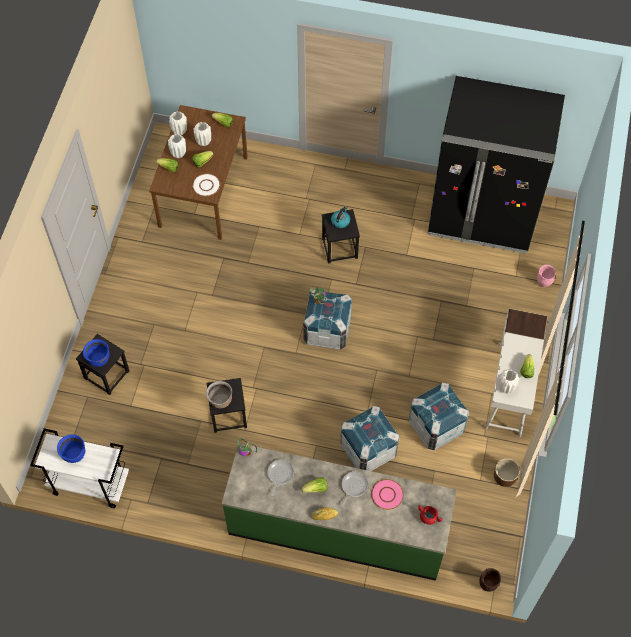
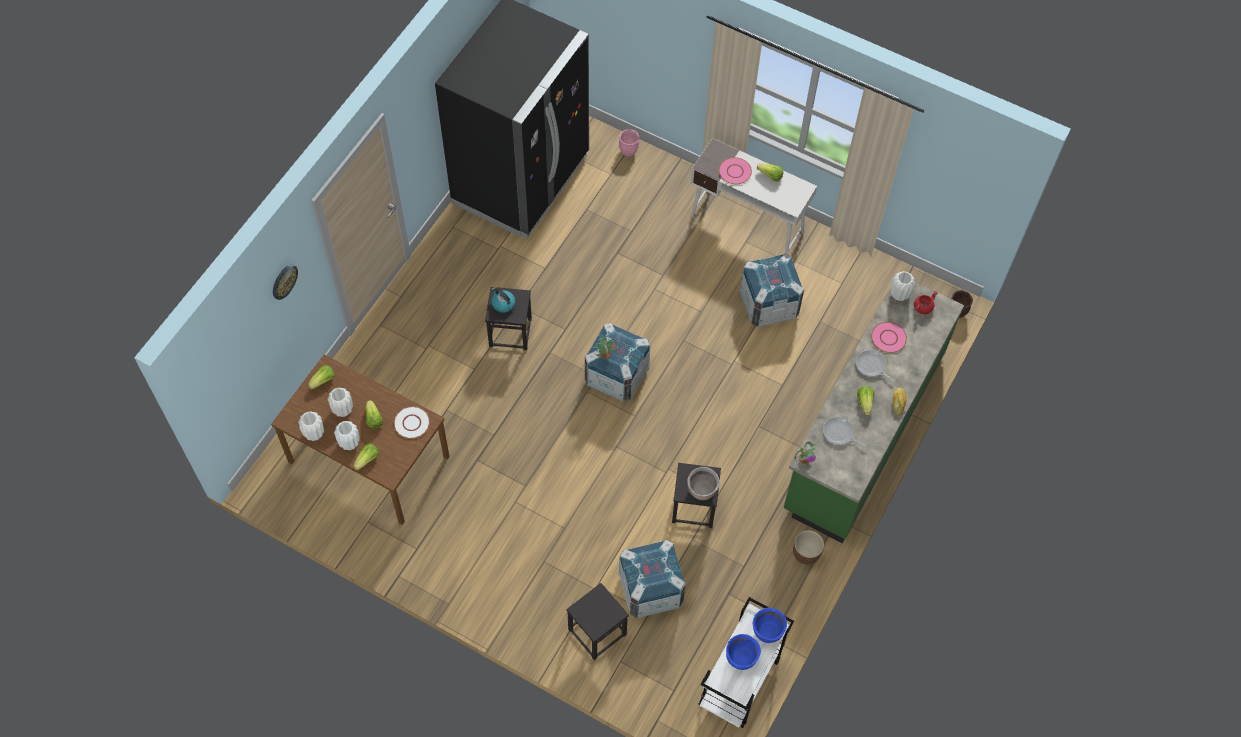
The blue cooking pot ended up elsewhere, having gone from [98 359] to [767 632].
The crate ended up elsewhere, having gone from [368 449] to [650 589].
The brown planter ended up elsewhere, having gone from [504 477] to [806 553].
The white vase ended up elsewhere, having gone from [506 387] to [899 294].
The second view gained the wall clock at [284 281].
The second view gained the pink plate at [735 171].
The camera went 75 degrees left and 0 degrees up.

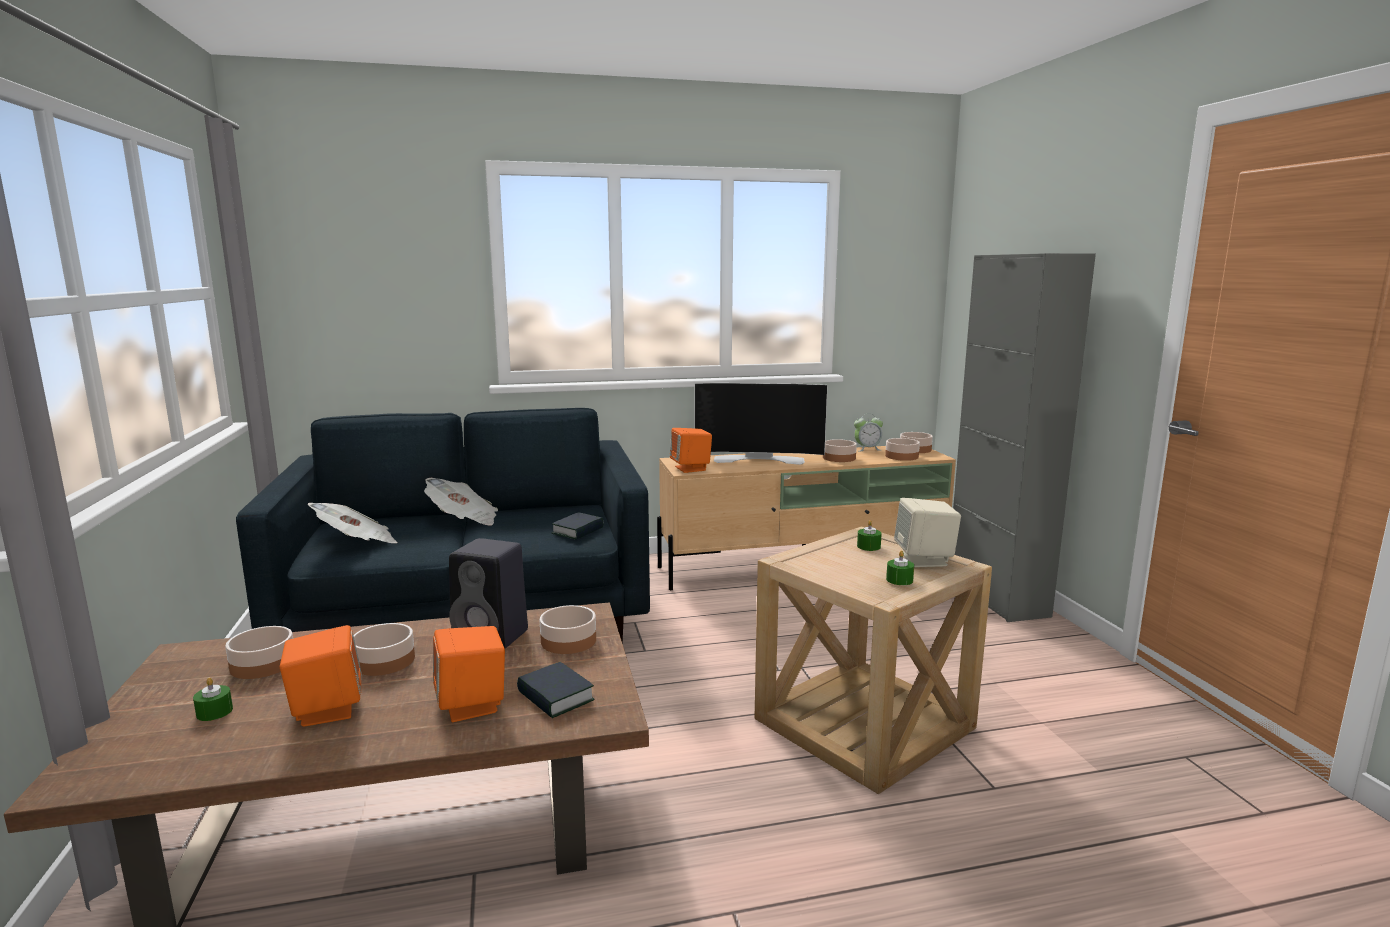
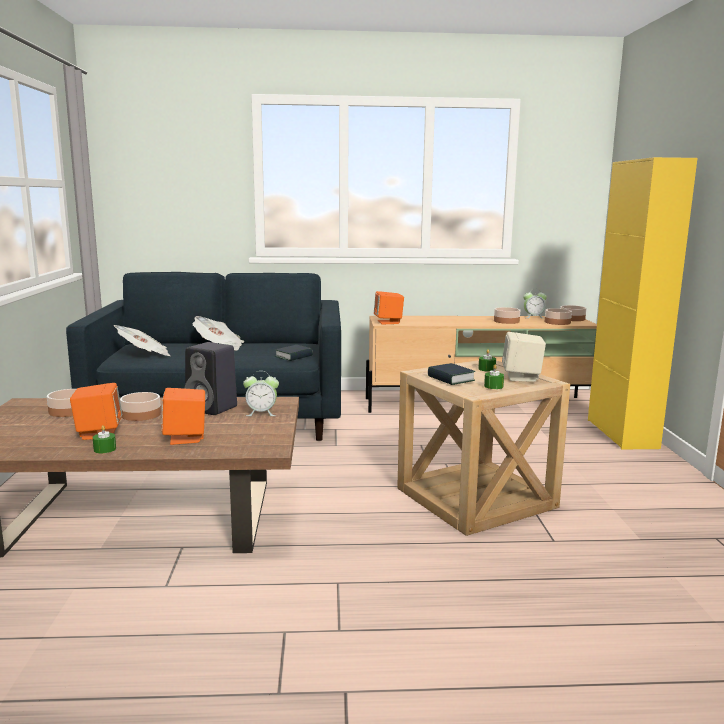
The green candle ended up elsewhere, having gone from [214 712] to [105 449].
The book ended up elsewhere, having gone from [555 697] to [450 379].
Where the bowl stood at [569 641], the alarm clock came to stand at [261 413].
The second view lost the television at [759 458].
What was the grey cabinet at [996 597] turned into the yellow cabinet at [622 433].
The camera went 10 degrees right and 0 degrees up.

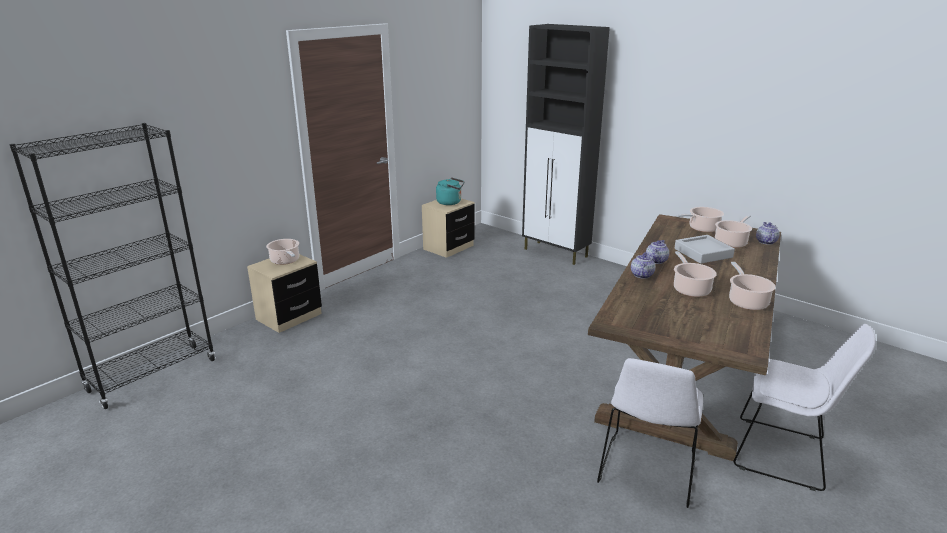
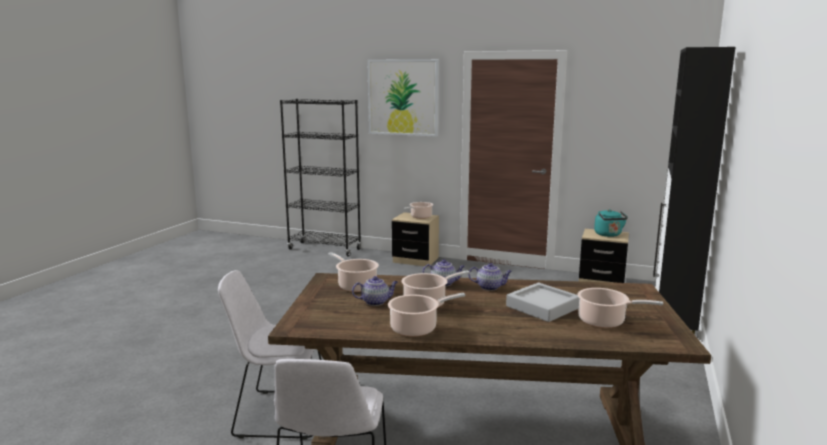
The cooking pot ended up elsewhere, having gone from [702 228] to [355 286].
The teapot ended up elsewhere, having gone from [765 241] to [376 302].
The second view gained the picture at [403 97].
The camera went 70 degrees right and 10 degrees down.

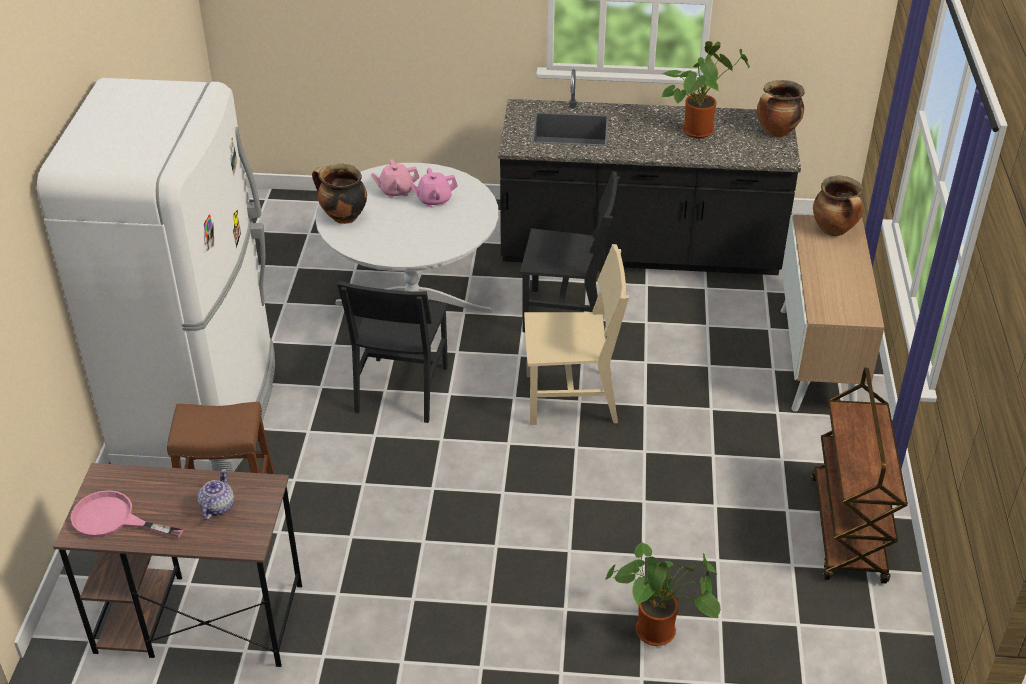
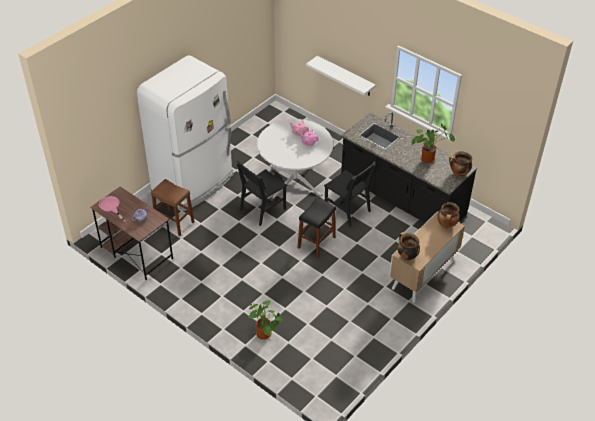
The cooking pot ended up elsewhere, having gone from [343 217] to [406 256].
Where the beige chair stood at [571 398], the black stool came to stand at [316 242].
The second view lost the brown cart at [848 530].
The second view gained the white shelf at [345 76].
The camera went 35 degrees right and 5 degrees up.

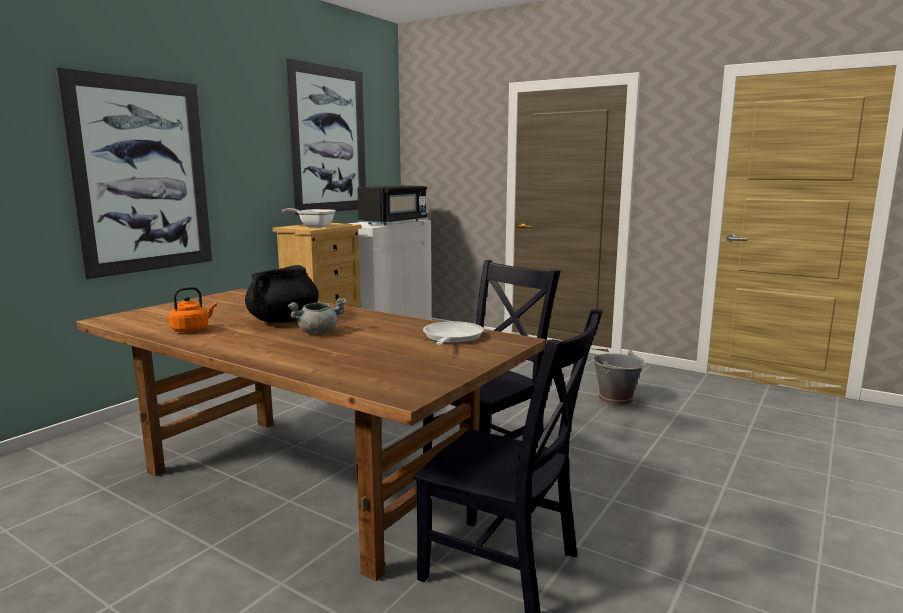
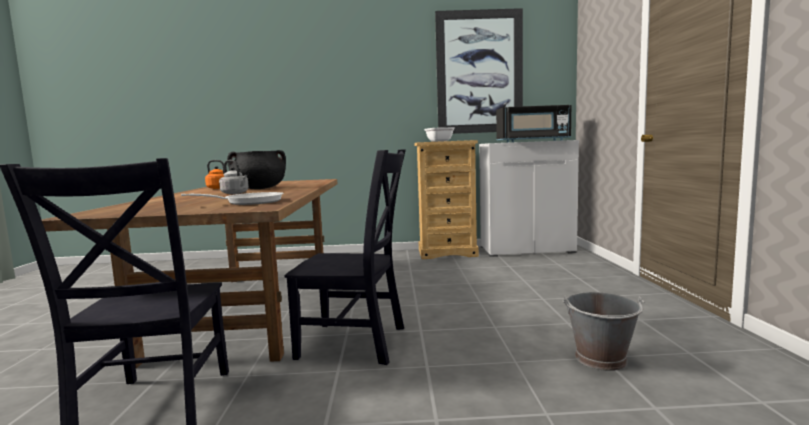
The second view lost the picture at [142 176].
Where the grey cooking pot stood at [318 332], the grey kettle came to stand at [236 193].
The camera went 55 degrees right and 5 degrees down.

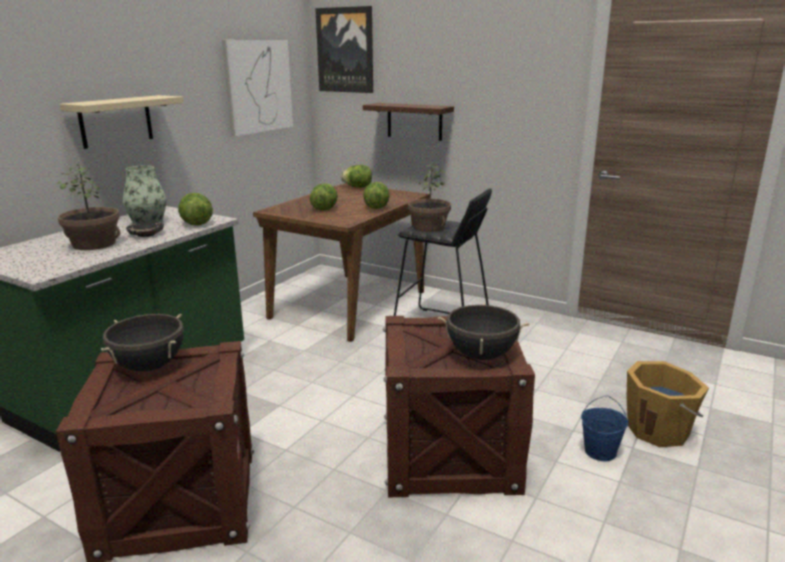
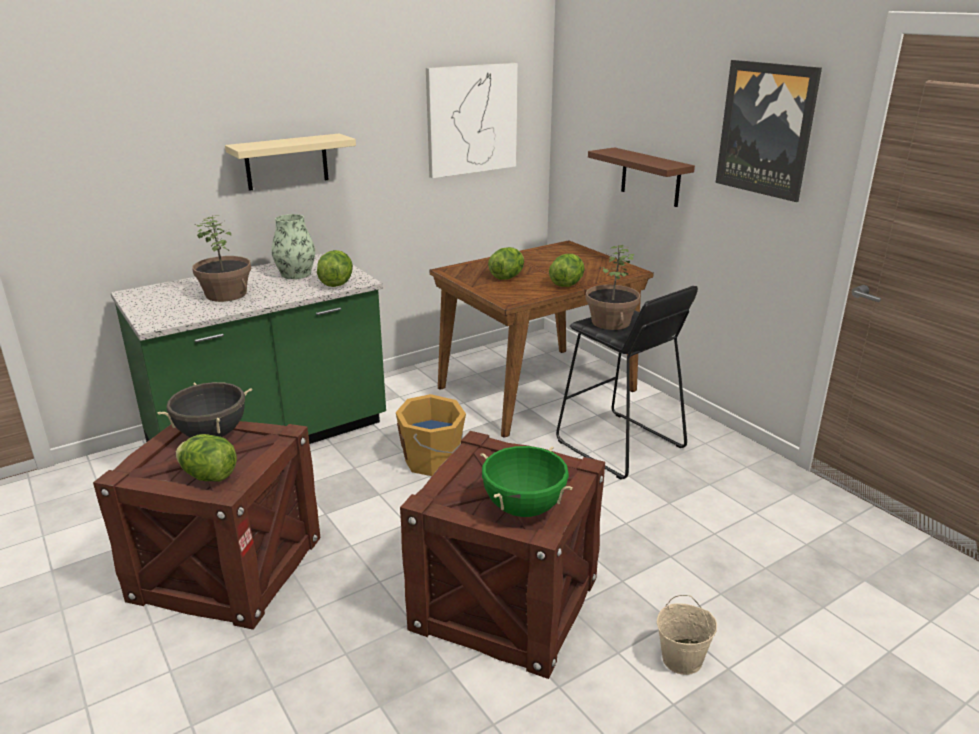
The second view lost the black plate at [146 234].
The picture ended up elsewhere, having gone from [345 50] to [766 129].
The lettuce ended up elsewhere, having gone from [358 187] to [209 476].
What was the black cooking pot at [481 355] turned into the green cooking pot at [524 508].
What was the blue bucket at [600 451] turned into the beige bucket at [682 659].
The orange bucket ended up elsewhere, having gone from [659 430] to [433 461].
The camera went 25 degrees right and 5 degrees up.

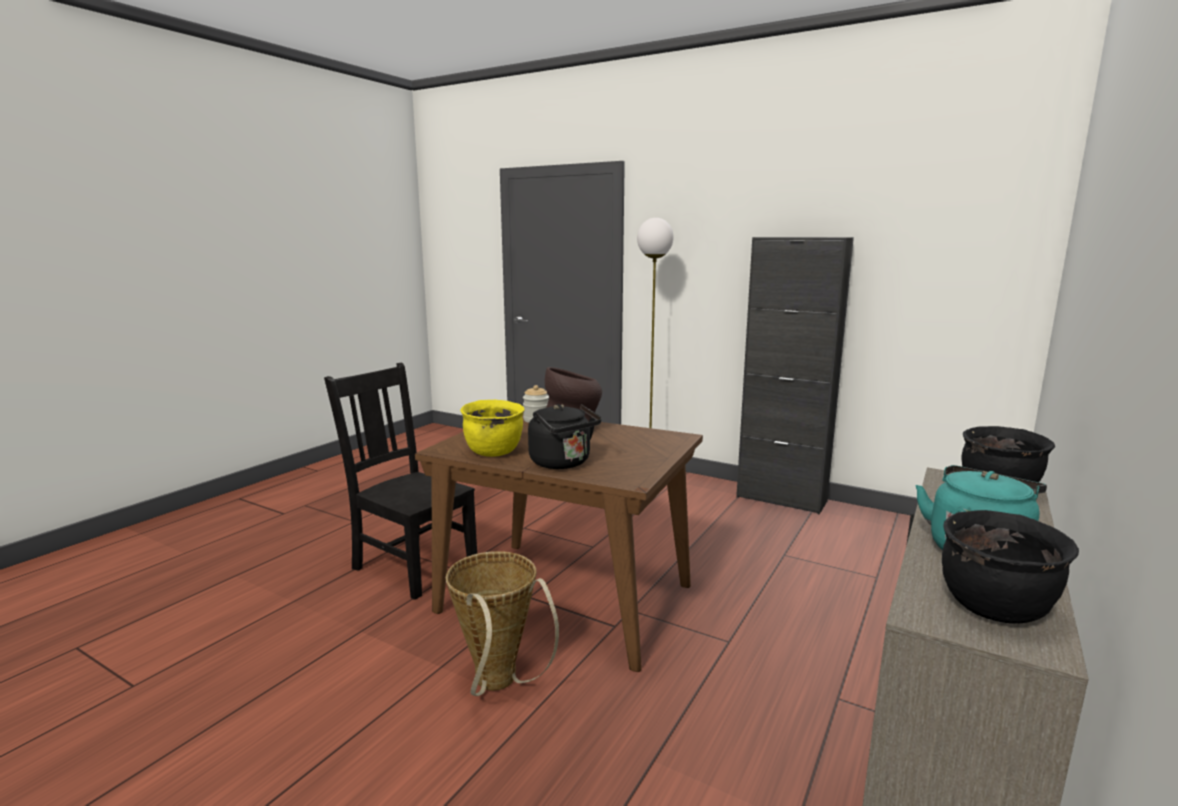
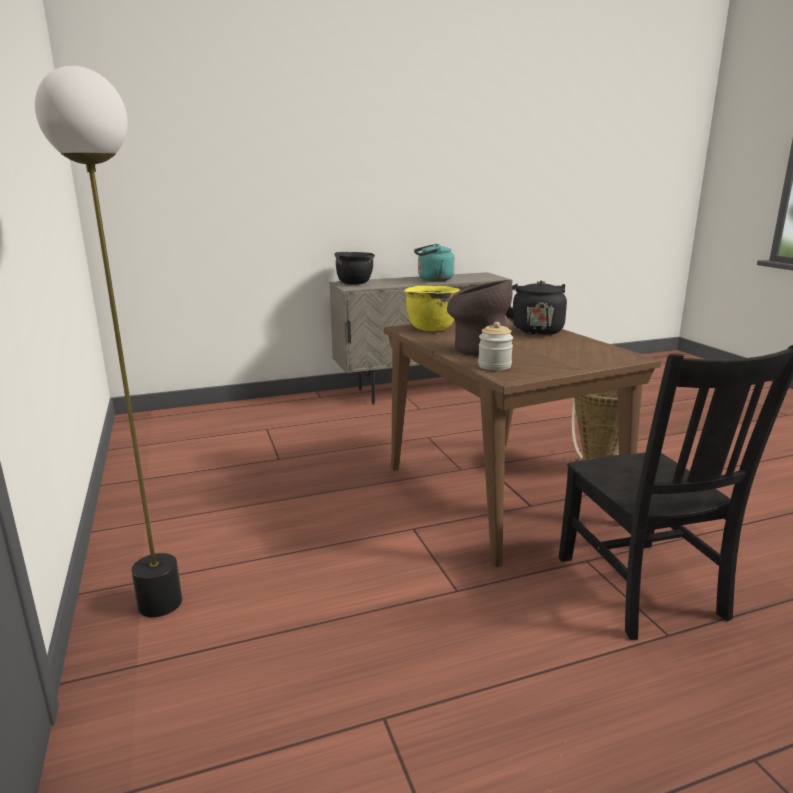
The yellow cooking pot ended up elsewhere, having gone from [494 452] to [431 328].
The second view lost the black cabinet at [781 499].
The second view lost the black cooking pot at [995 609].
The camera went 140 degrees left and 5 degrees up.

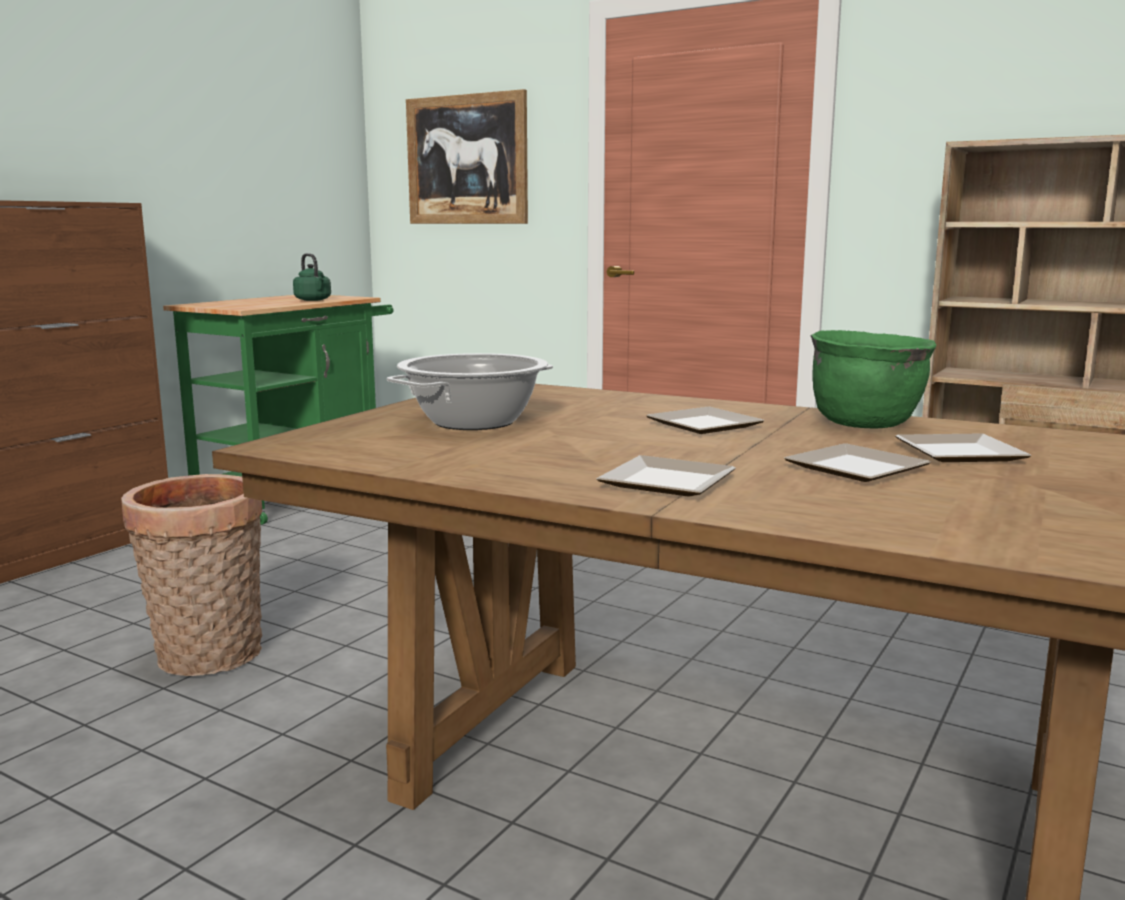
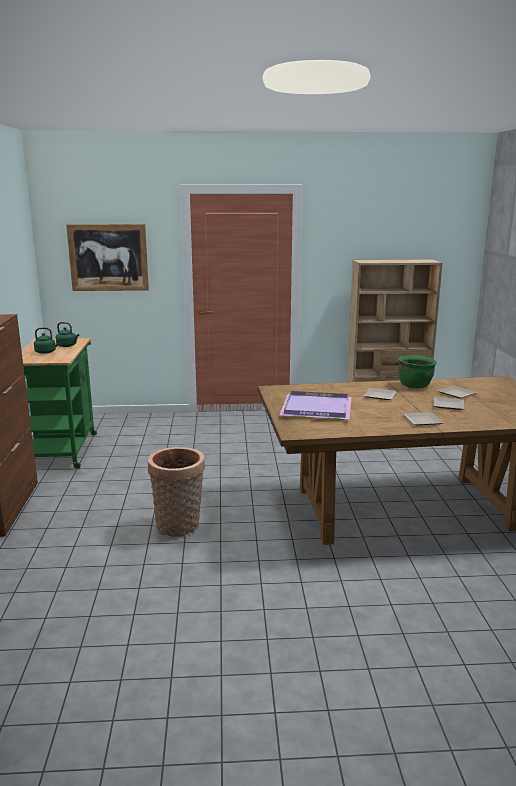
Where the cooking pot stood at [474 422], the purple tray came to stand at [318 409].
The second view gained the green kettle at [47 352].
The camera went 35 degrees left and 5 degrees up.

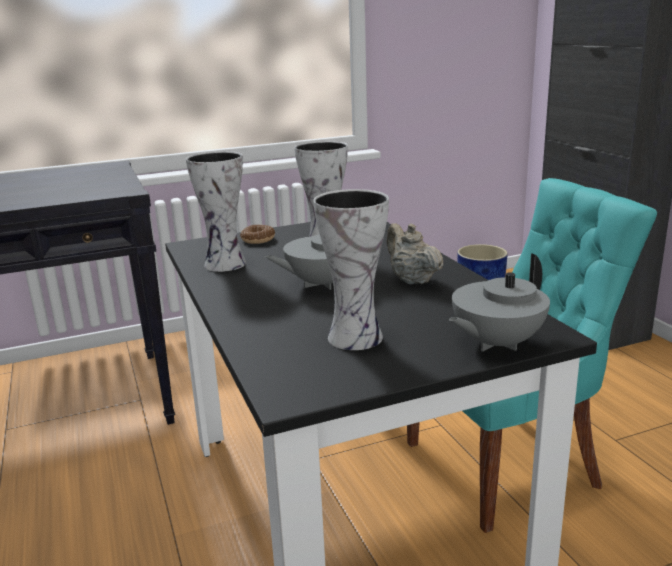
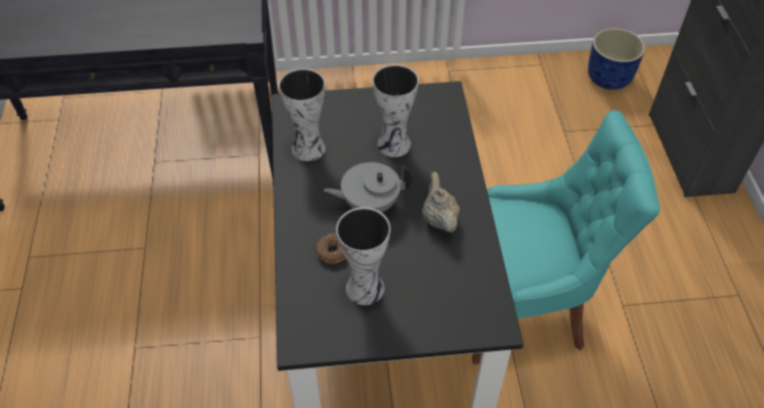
The donut ended up elsewhere, having gone from [258 240] to [333 251].
The second view lost the grey teapot at [495 343].
The camera went 15 degrees right and 30 degrees up.

